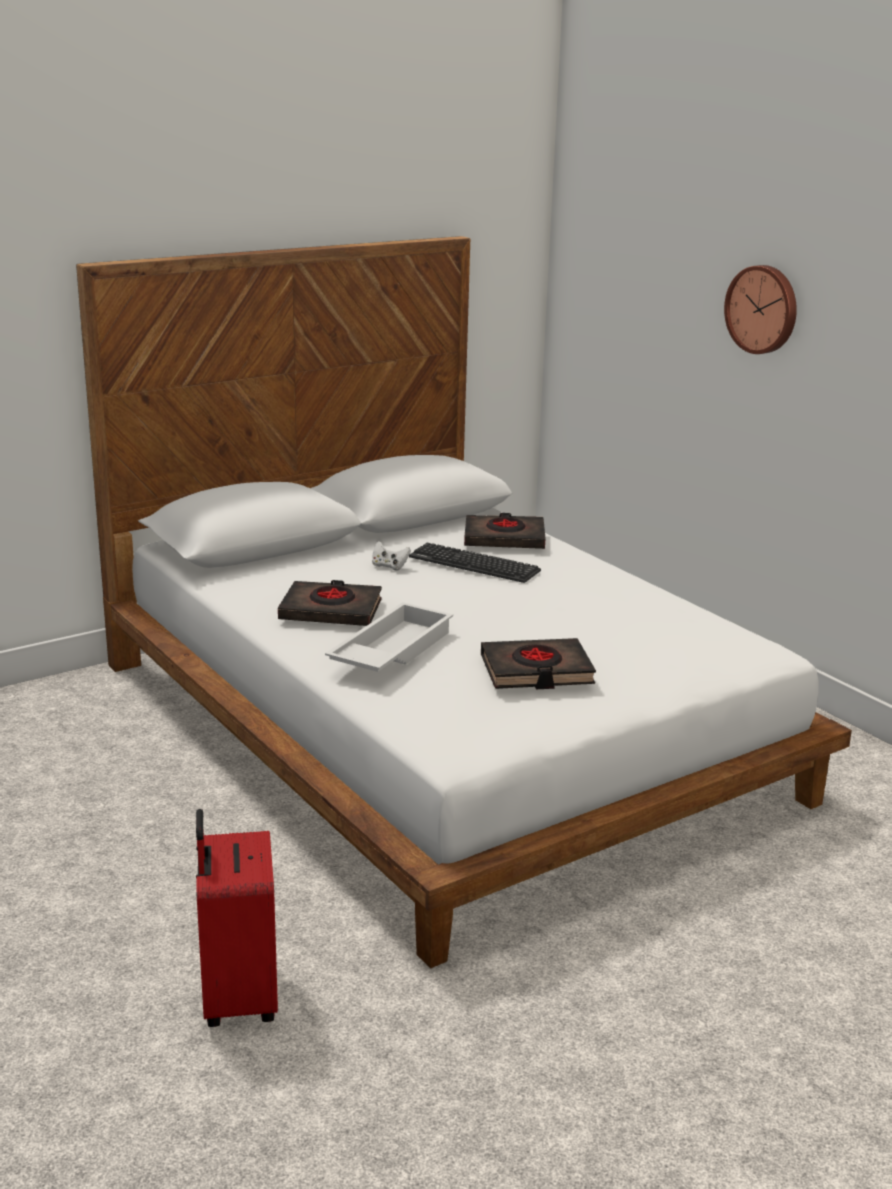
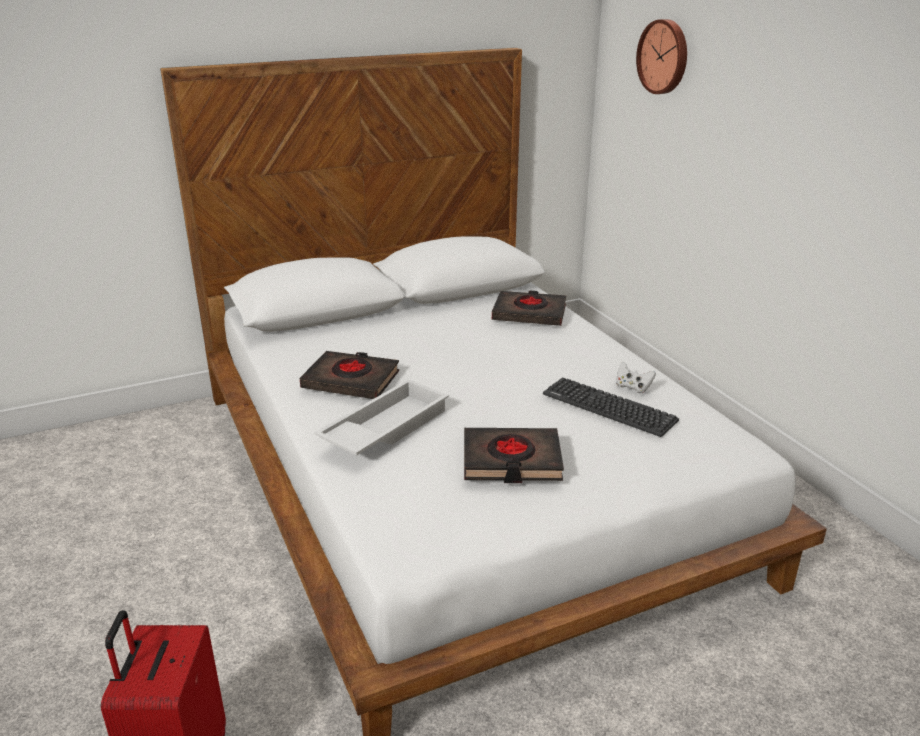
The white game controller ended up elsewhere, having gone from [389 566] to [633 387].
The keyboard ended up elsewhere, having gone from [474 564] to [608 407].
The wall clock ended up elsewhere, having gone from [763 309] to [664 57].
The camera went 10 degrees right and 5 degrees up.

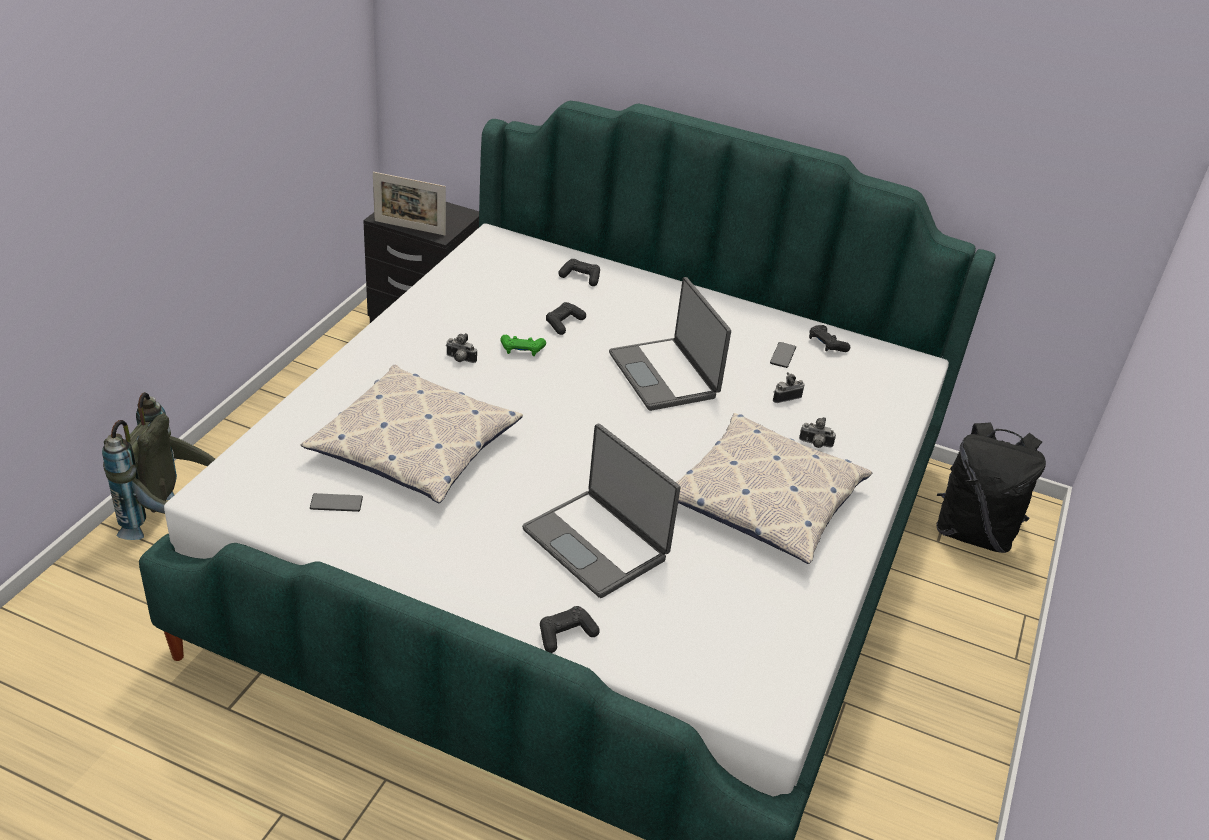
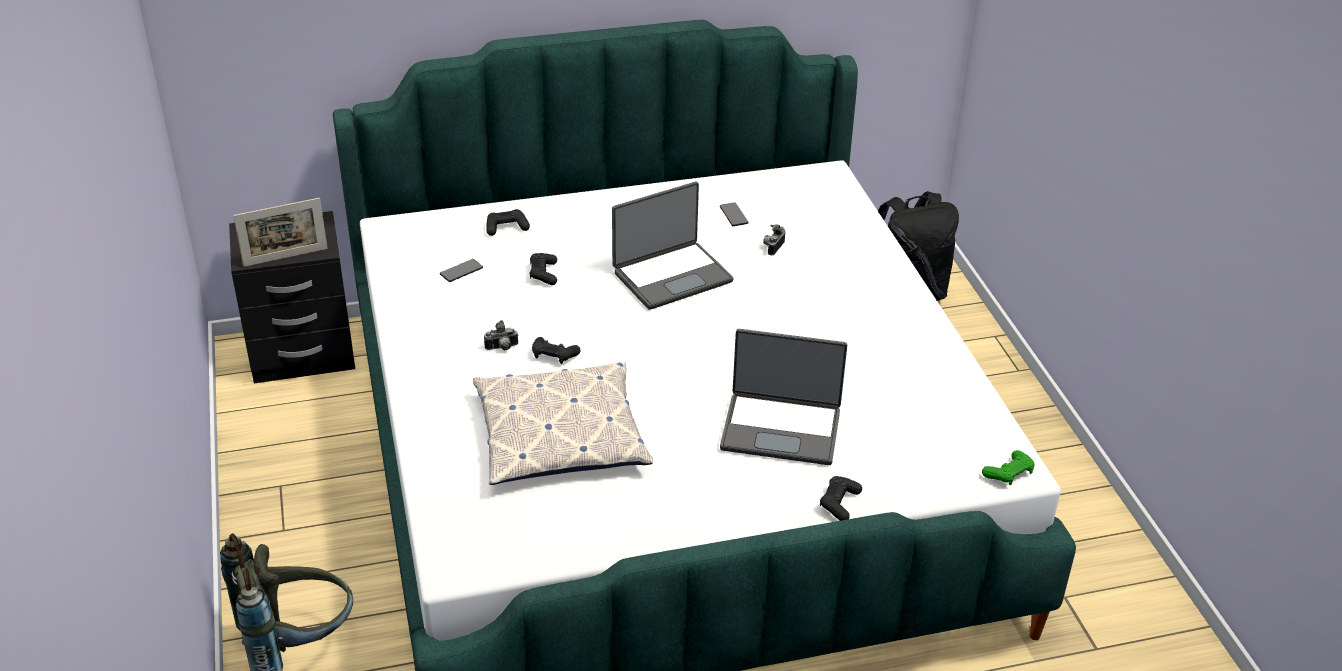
The phone ended up elsewhere, having gone from [336 503] to [461 271].
The green game controller ended up elsewhere, having gone from [522 350] to [1009 474].
The laptop at [665 375] ended up facing another way, 60 degrees counterclockwise from before.
The second view lost the pillow at [764 499].
The second view lost the photo camera at [815 445].
The black game controller ended up elsewhere, having gone from [826 344] to [554 355].
The camera went 35 degrees left and 0 degrees up.

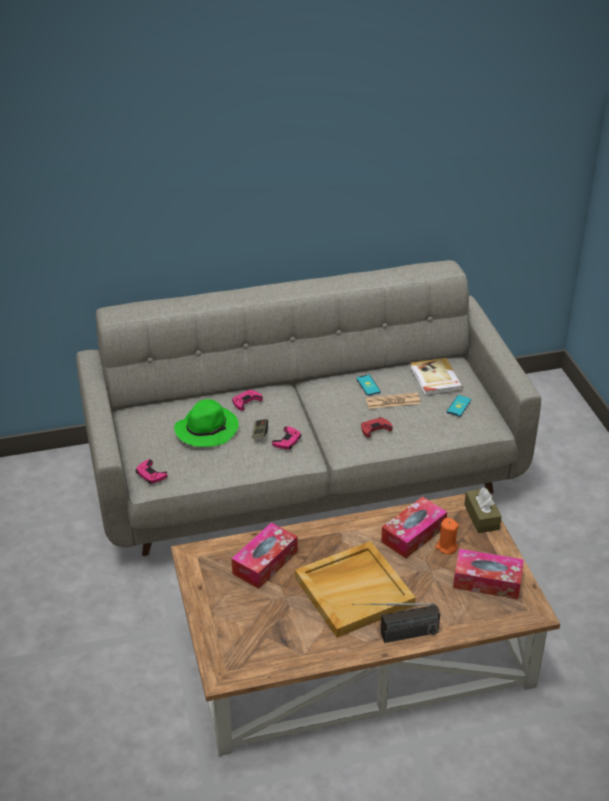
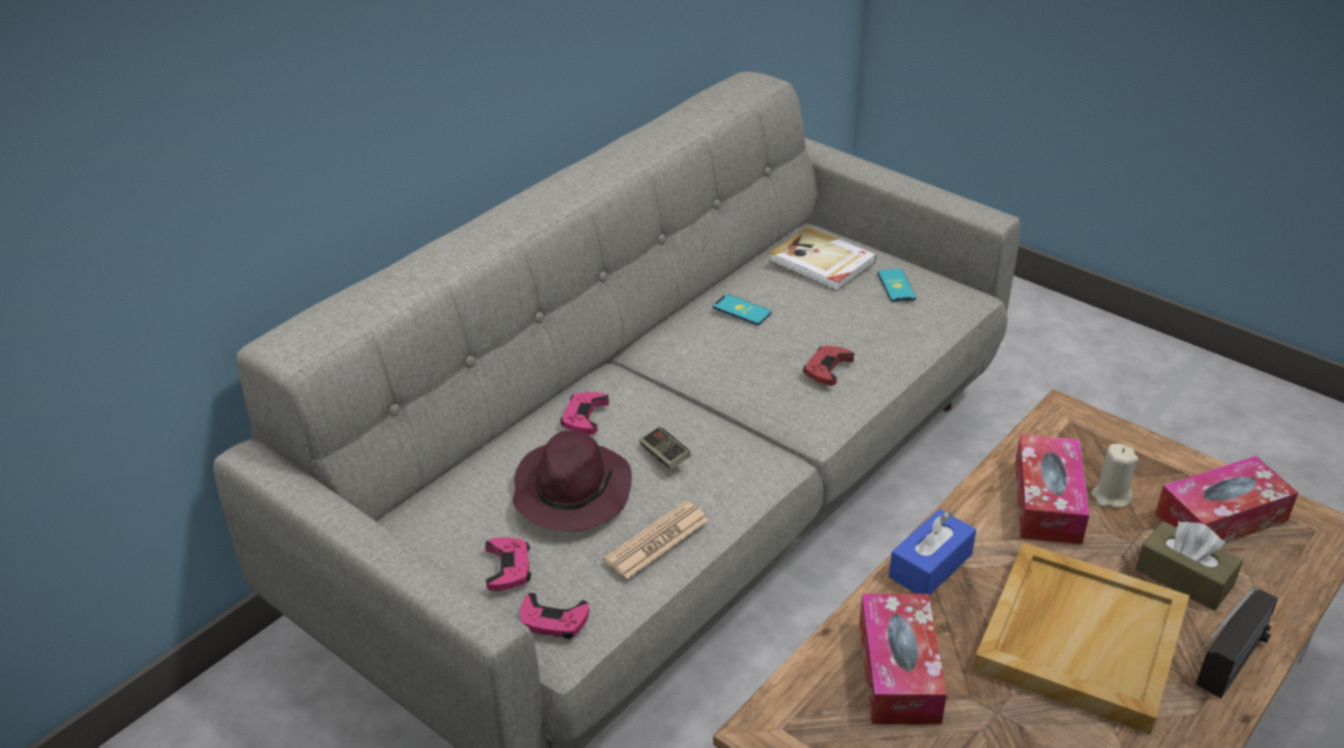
What was the green hat at [207 429] turned into the purple hat at [571 491].
The pink game controller ended up elsewhere, having gone from [287 440] to [508 567].
The newspaper ended up elsewhere, having gone from [393 401] to [657 540].
What was the orange candle at [446 547] turned into the beige candle at [1111 496].
The brown tissue box ended up elsewhere, having gone from [481 517] to [1184 578].
The second view gained the blue tissue box at [930 566].
The camera went 35 degrees left and 0 degrees up.

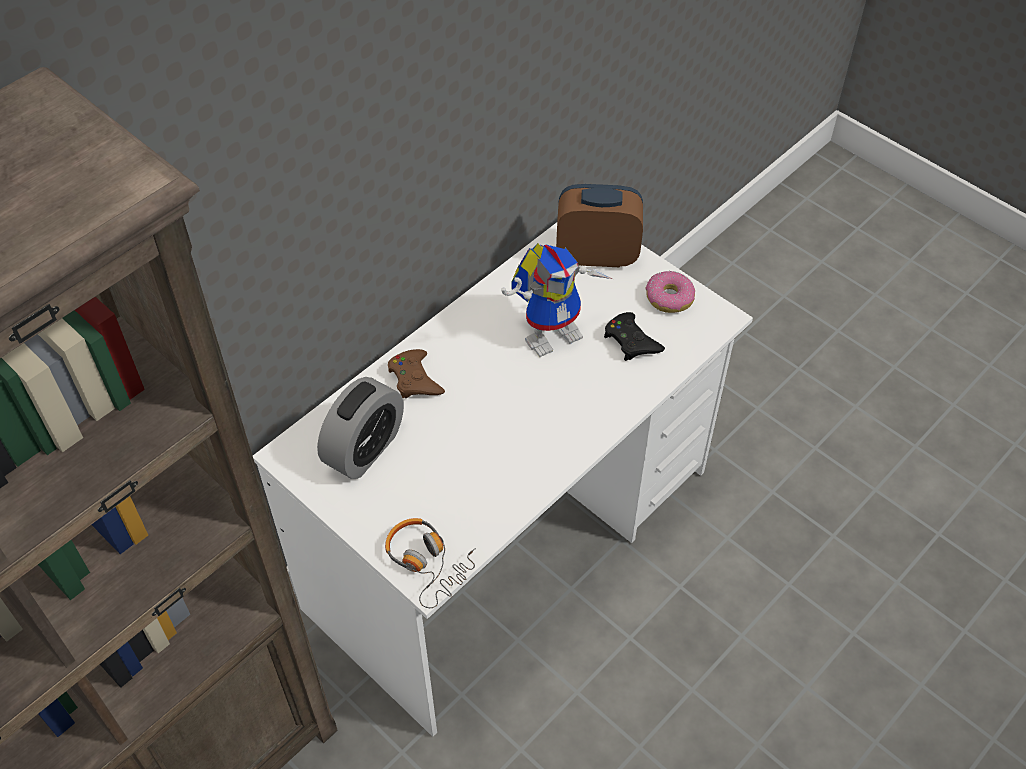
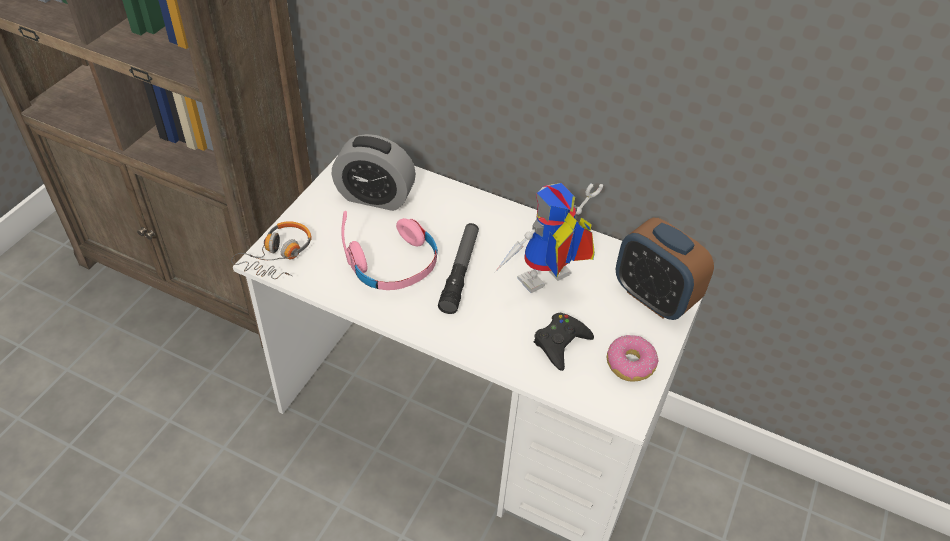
The second view lost the brown game controller at [414 379].
The toy robot at [553 331] ended up facing another way, 105 degrees clockwise from before.
The alarm clock at [597 255] ended up facing another way, 150 degrees clockwise from before.
The second view gained the pink headphones at [395 265].
The second view gained the flashlight at [460 272].
The camera went 70 degrees right and 5 degrees down.

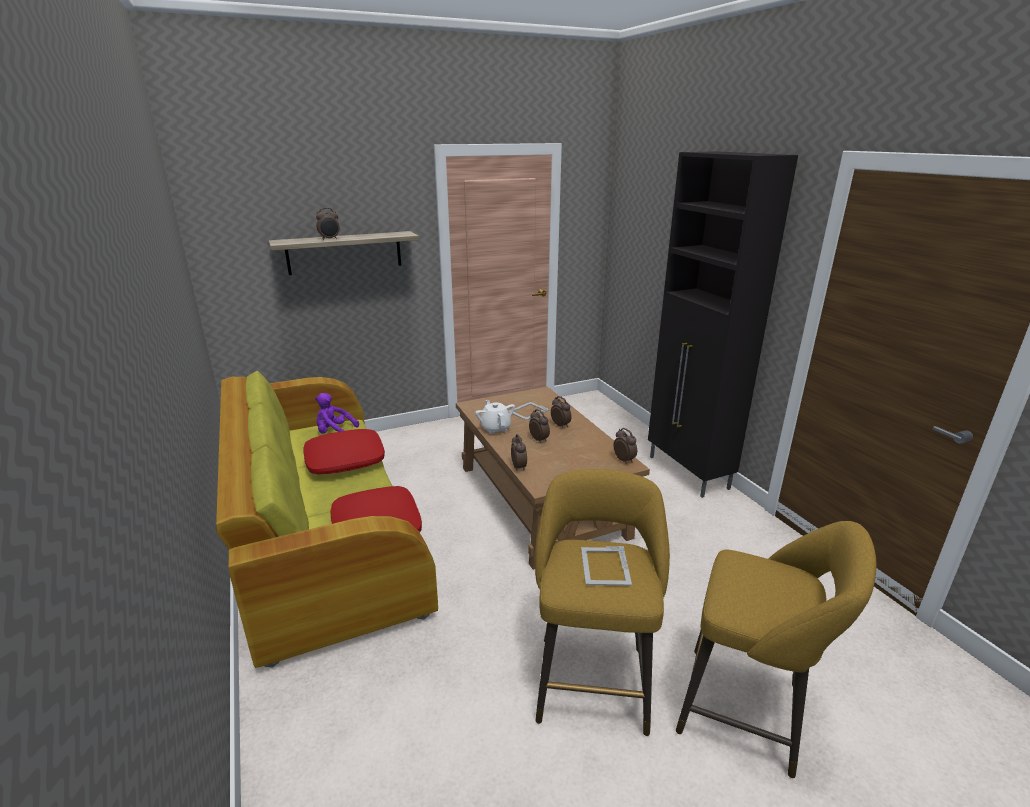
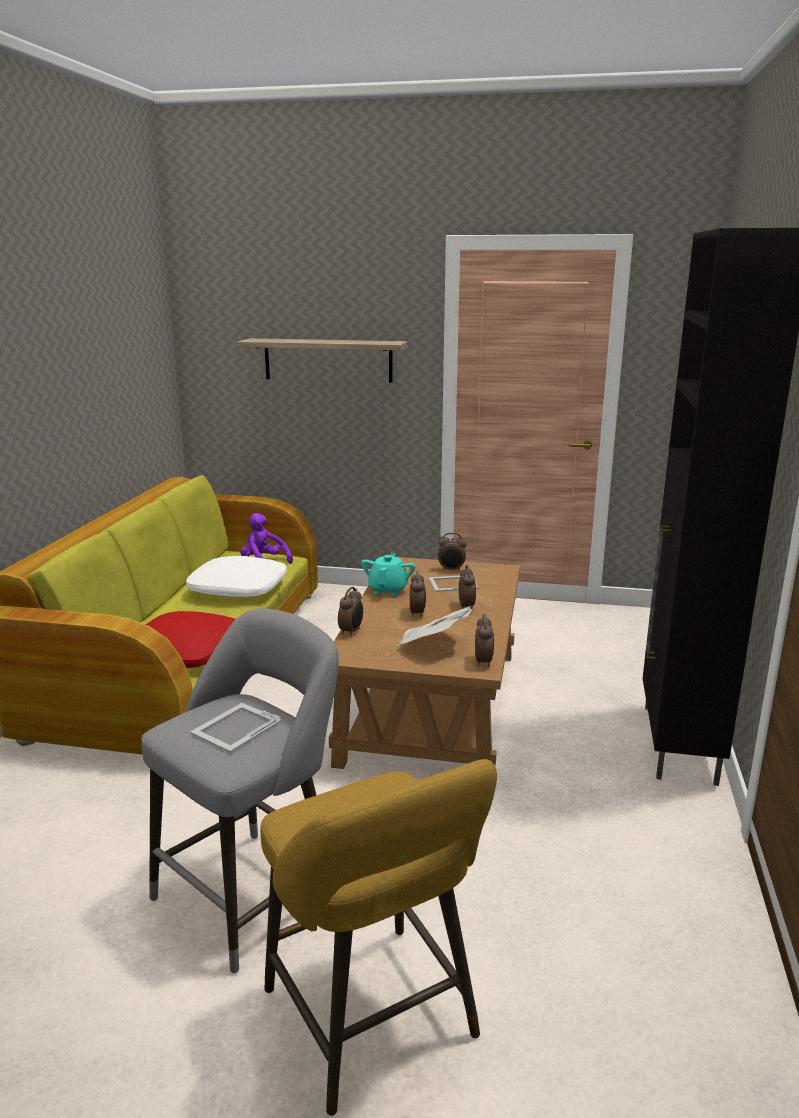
What was the red pillow at [345 460] turned into the white pillow at [238 588].
The alarm clock ended up elsewhere, having gone from [329 239] to [451 570].
What was the white teapot at [495 428] turned into the turquoise teapot at [388 590].
What was the yellow stool at [592 677] turned into the grey stool at [254 891].
The second view gained the newspaper at [432 644].
The camera went 35 degrees right and 5 degrees down.

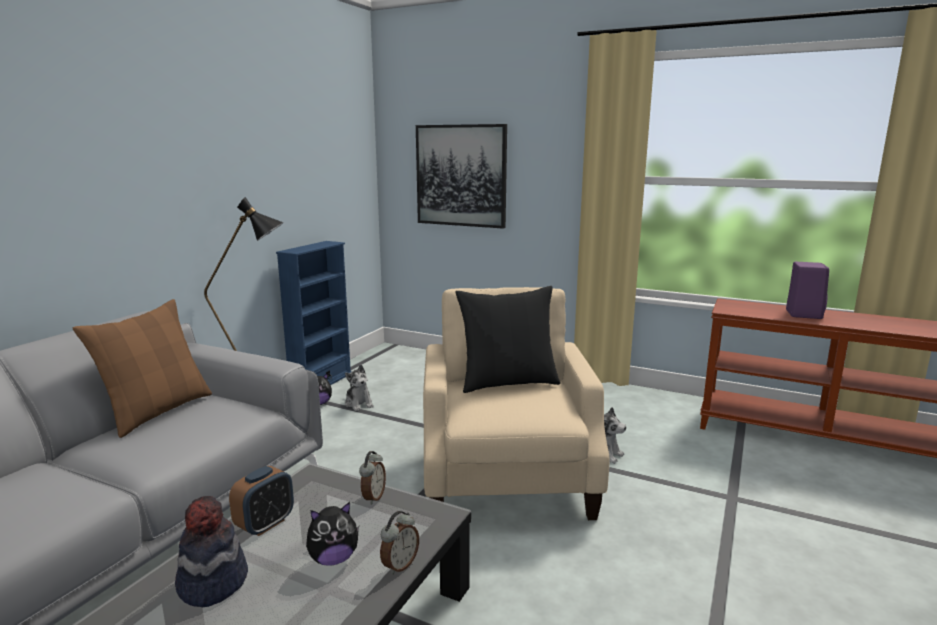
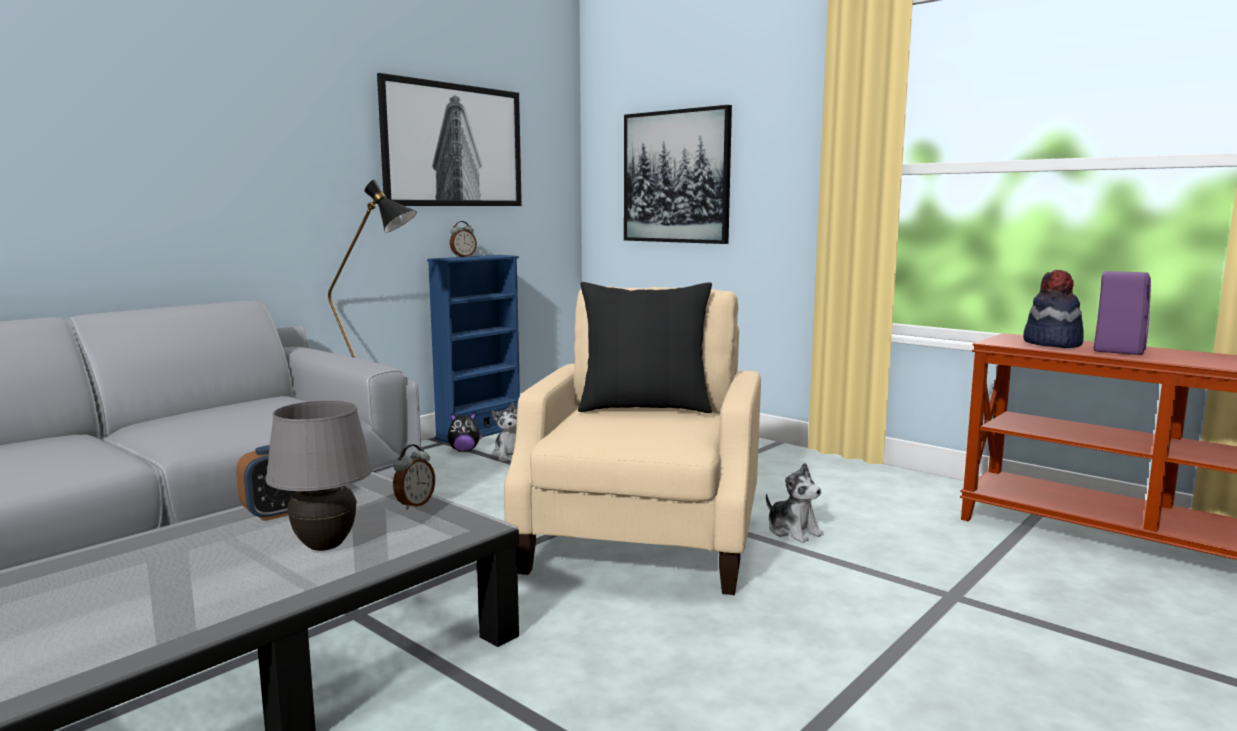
The second view lost the brown pillow at [157 412].
The hat ended up elsewhere, having gone from [212 582] to [1051 344].
Where the plush toy stood at [333 559], the grey table lamp came to stand at [325 546].
The alarm clock ended up elsewhere, having gone from [399 565] to [463 257].
The second view gained the picture at [453 145].
The camera went 15 degrees right and 5 degrees down.

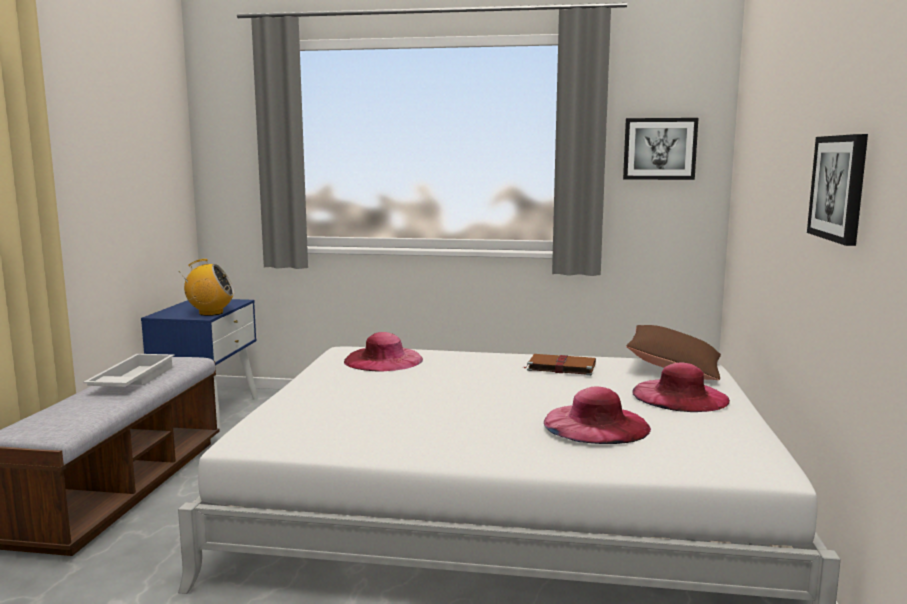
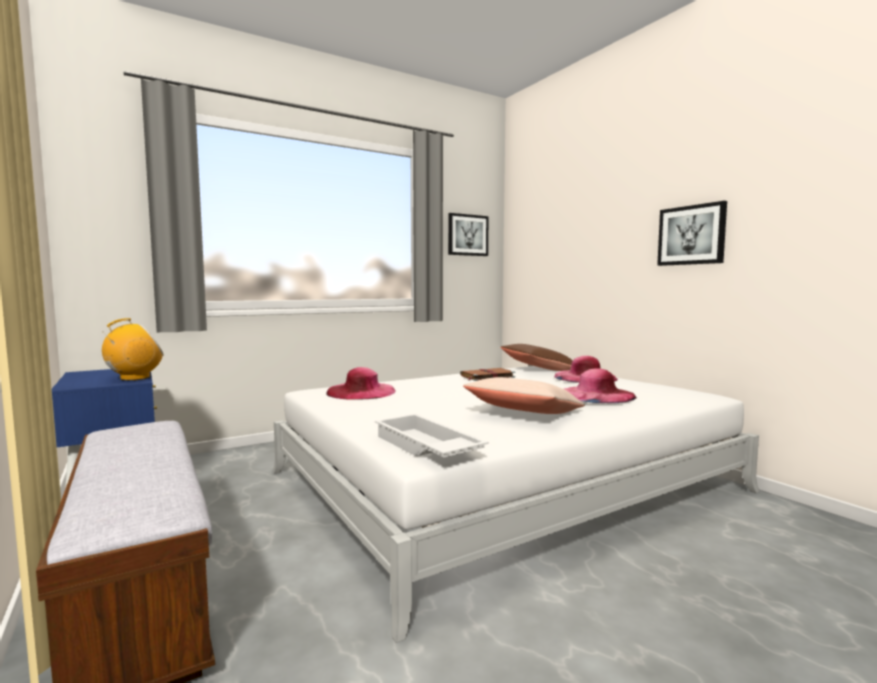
The white tray ended up elsewhere, having gone from [131 380] to [425 447].
The second view gained the beige pillow at [524 414].
The camera went 40 degrees left and 5 degrees down.

